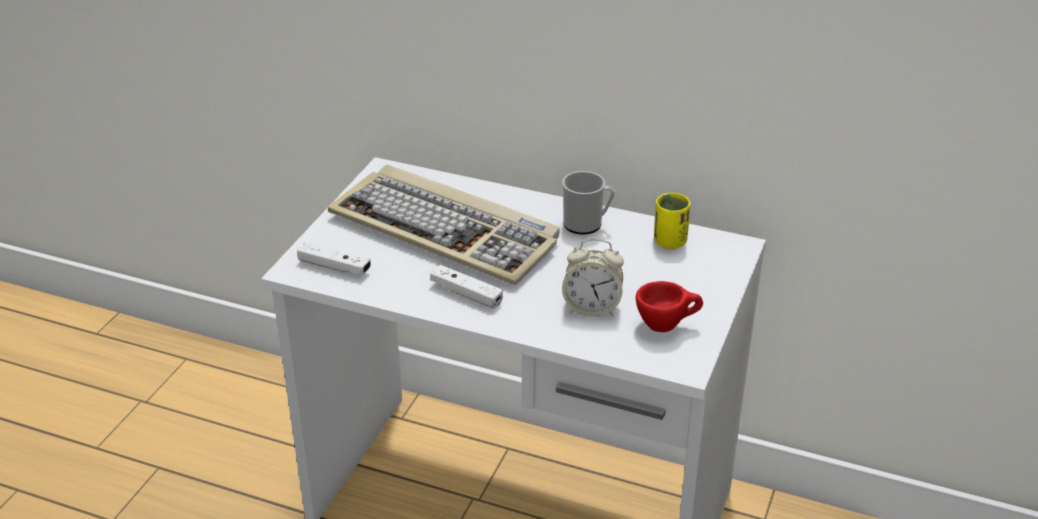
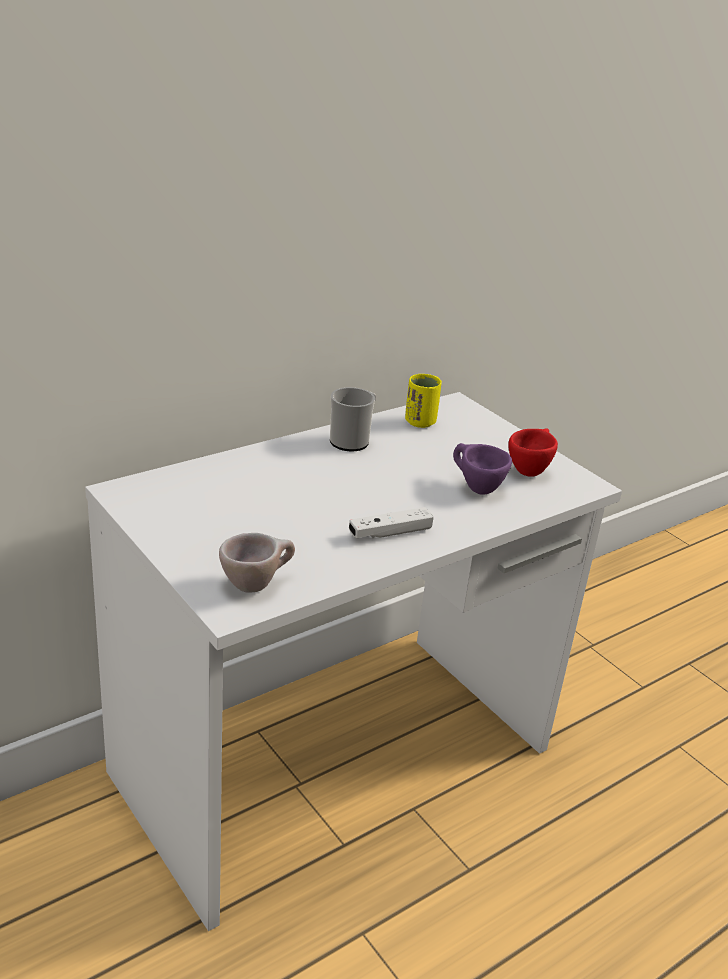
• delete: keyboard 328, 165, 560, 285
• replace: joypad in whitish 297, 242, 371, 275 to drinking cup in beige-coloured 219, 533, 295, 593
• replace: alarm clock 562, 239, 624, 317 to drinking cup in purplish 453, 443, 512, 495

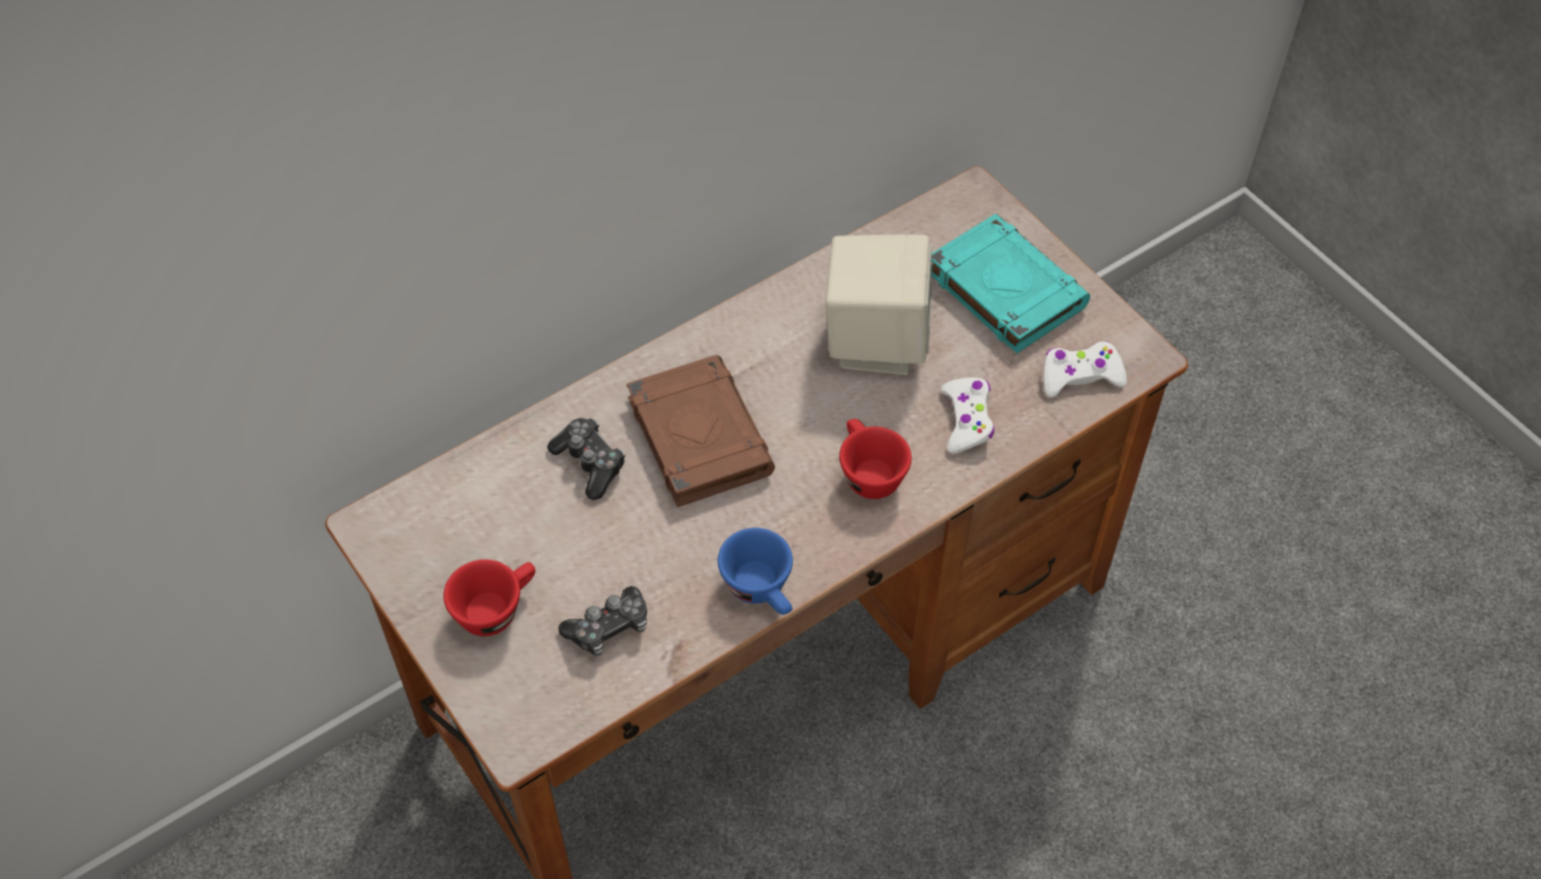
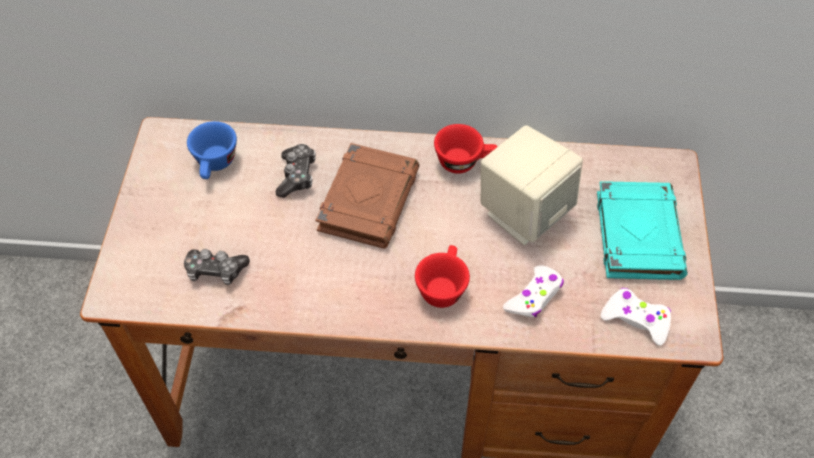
• move: drinking cup in red 444, 559, 535, 636 to 434, 124, 498, 174
• move: drinking cup in blue-coloured 718, 528, 793, 615 to 187, 121, 237, 179

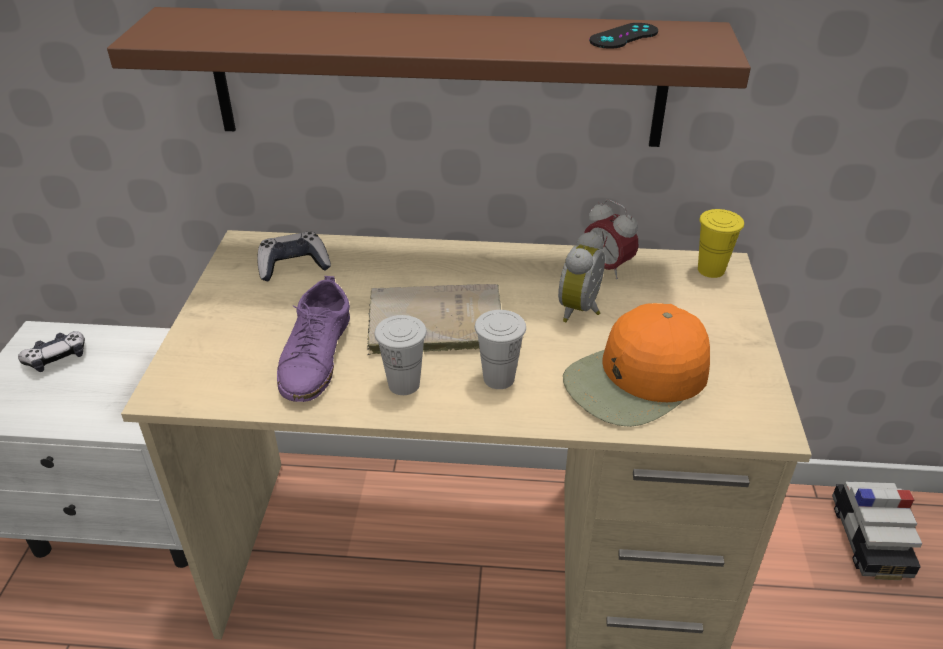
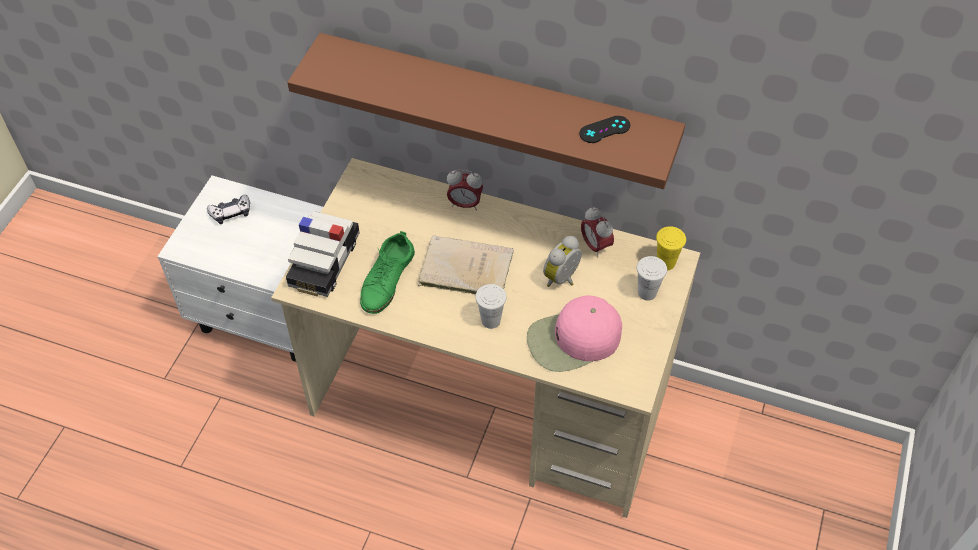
• delete: joypad 257, 232, 331, 281
• insert: alarm clock 447, 170, 483, 211
• move: drinking cup in whitish 374, 315, 427, 395 to 637, 256, 667, 301
• move: toy car 832, 481, 922, 580 to 286, 211, 360, 297
• recolor: item of footwear in purplish 277, 276, 350, 402 to item of footwear in green-coloured 360, 231, 415, 314
• recolor: cap in orange 563, 303, 710, 427 to cap in pinkish 527, 295, 622, 372

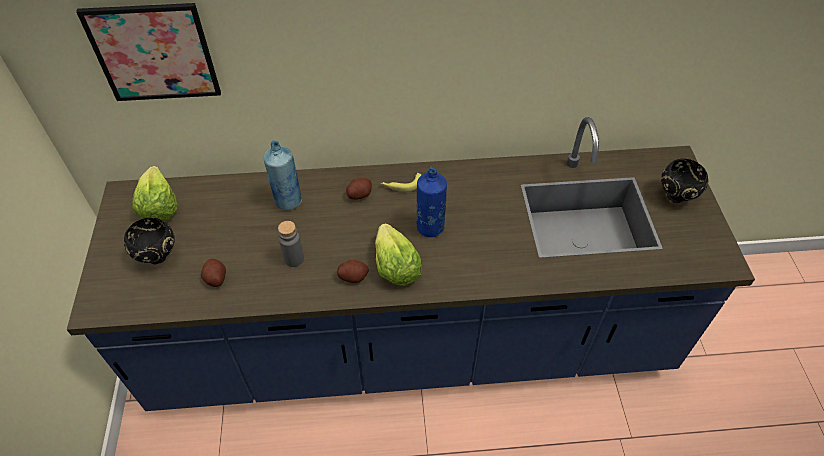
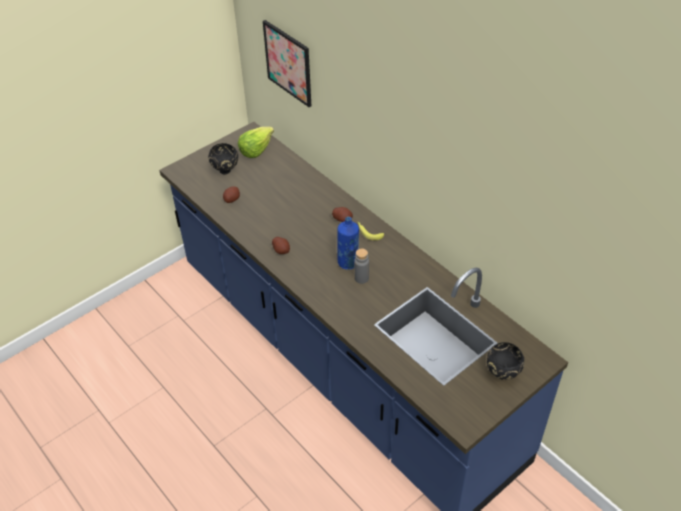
• delete: beverage bottle in blue-coloured 264, 140, 302, 210
• delete: lettuce 375, 223, 422, 286
• move: beverage bottle in grey 278, 221, 304, 267 to 354, 248, 369, 284

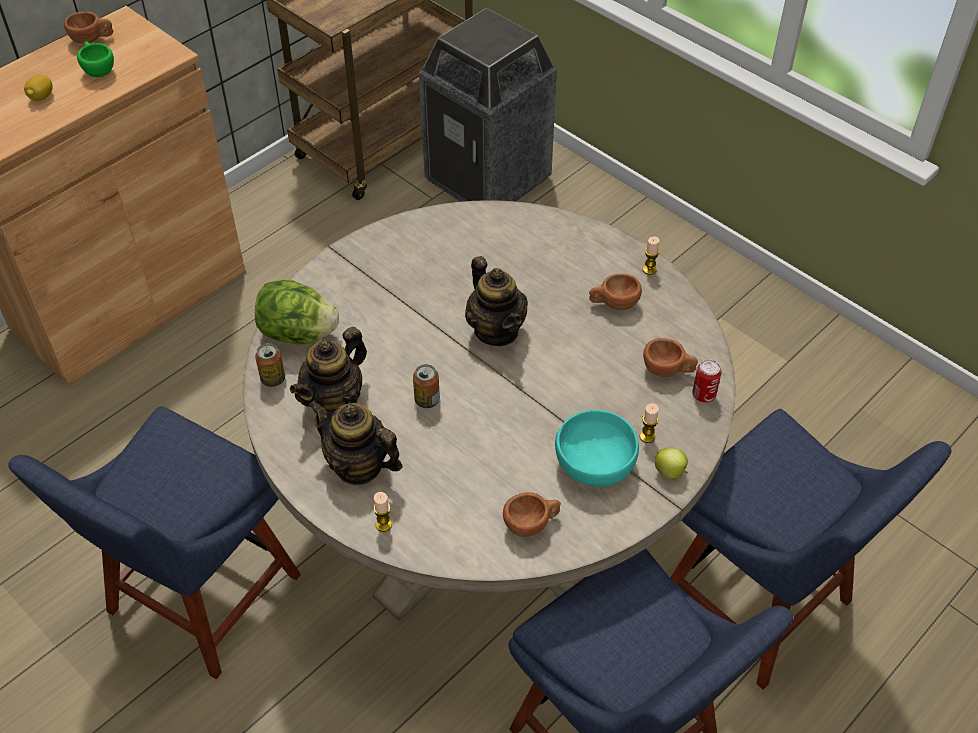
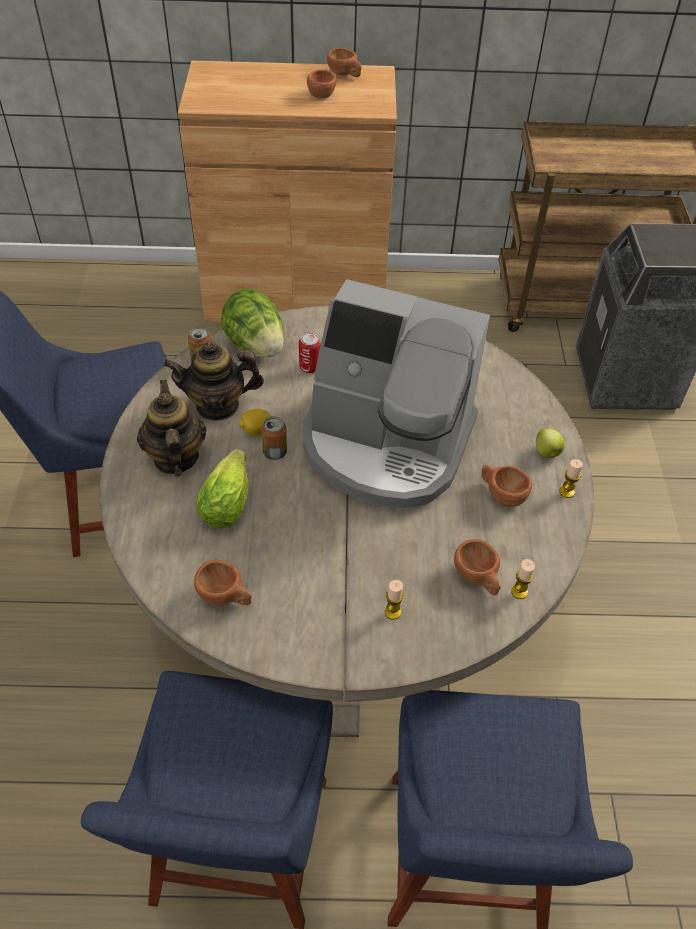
• delete: serving bowl in turquoise-coloured 555, 410, 639, 487
• insert: lettuce 196, 449, 248, 528
• move: citrus fruit 24, 75, 53, 101 to 239, 409, 272, 435
• move: wax candle 373, 492, 392, 532 to 511, 559, 535, 599
• move: whole apple 655, 448, 688, 479 to 536, 428, 565, 458
• move: can 693, 359, 722, 403 to 299, 332, 321, 373
• replace: tea pot 465, 256, 528, 346 to coffee machine 303, 279, 490, 509
• recolor: drinking cup in green-coloured 77, 41, 114, 77 to drinking cup in brown-coloured 307, 68, 337, 99

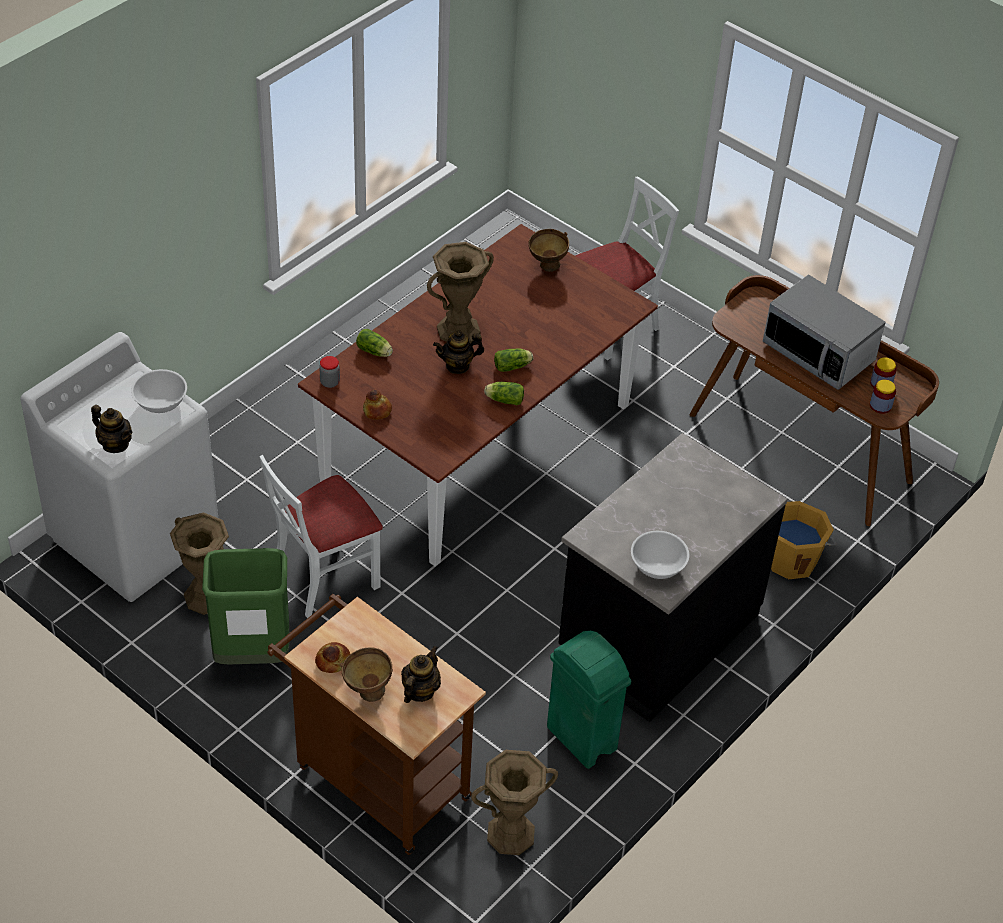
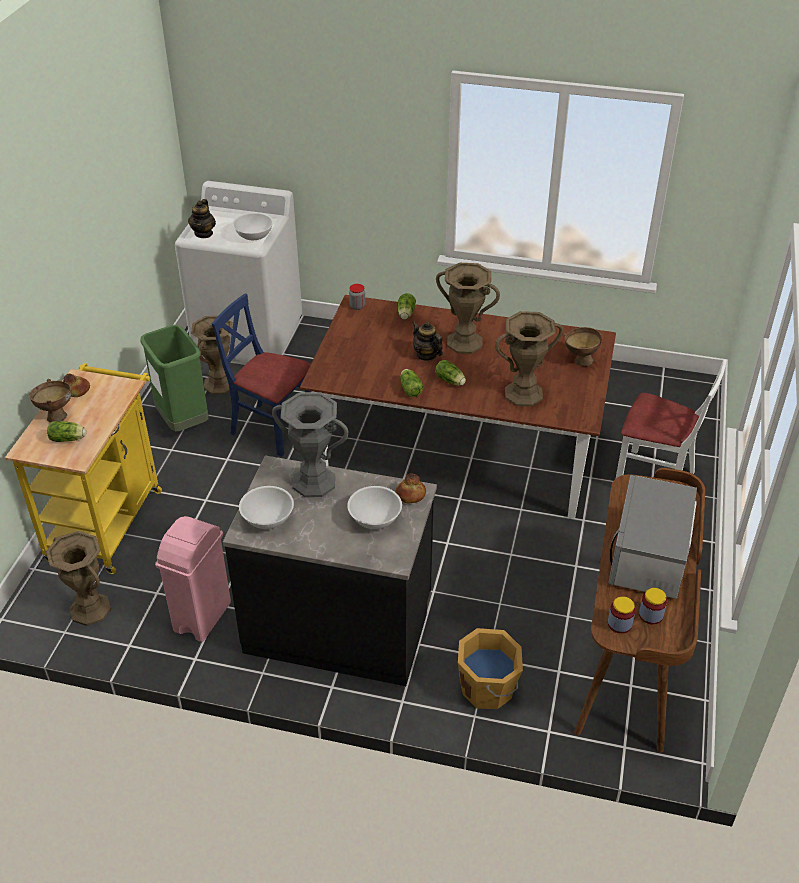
• insert: decorative vase in grey 272, 392, 348, 497
• insert: serving bowl in whitish 347, 486, 402, 529
• insert: decorative vase in brown-coloured 495, 311, 563, 407
• move: bakery bread 363, 390, 392, 420 to 395, 473, 426, 503
• replace: tea pot 401, 646, 441, 703 to lettuce 47, 421, 86, 442
• recolor: plain chair in whitish 259, 455, 383, 618 to plain chair in blue-coloured 212, 294, 311, 457
• recolor: wheeled cart in brown-coloured 267, 594, 486, 855 to wheeled cart in yellow 5, 363, 162, 574
• recolor: trash can in green-coloured 547, 631, 632, 769 to trash can in pinkish 155, 516, 231, 642

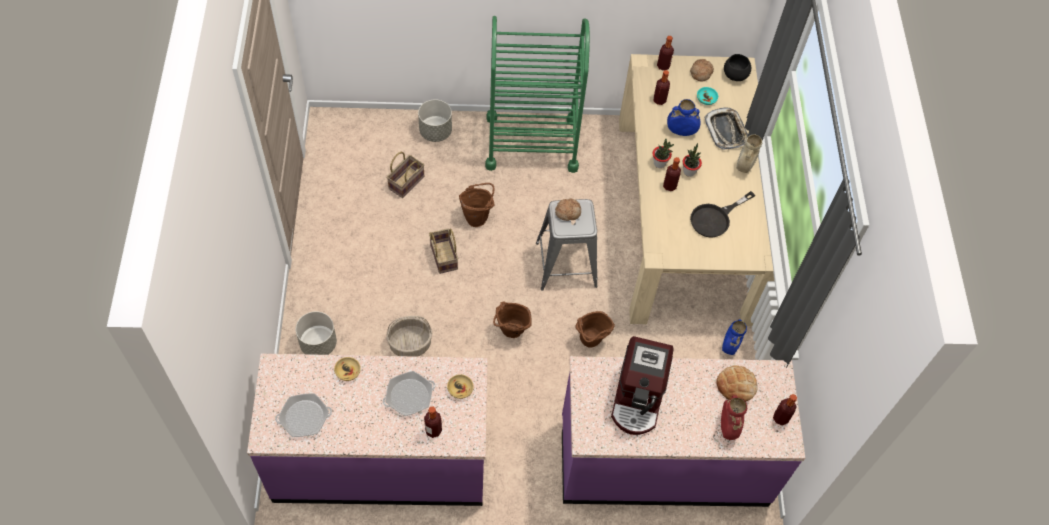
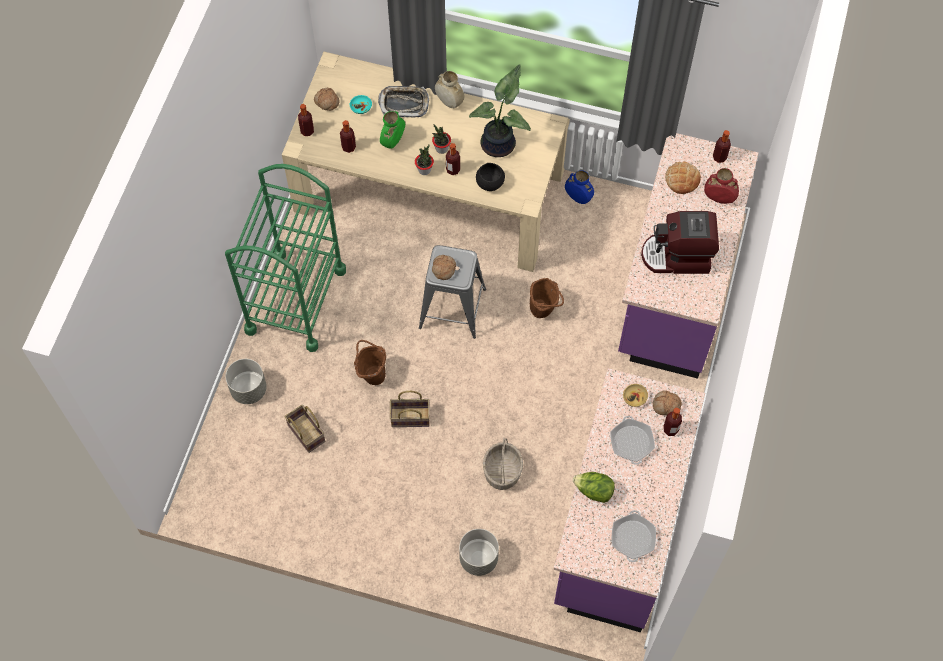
• delete: pail in brown-coloured 493, 302, 532, 338
• insert: bakery bread 653, 390, 682, 415
• move: serving bowl in black-coloured 724, 54, 751, 81 to 476, 163, 505, 191
• replace: serving bowl in beige-coloured 334, 357, 361, 381 to lettuce 573, 472, 615, 503
• replace: pan in black-coloured 690, 191, 755, 238 to houseplant 469, 64, 531, 157
• recolor: decorative vase in blue-coloured 667, 99, 701, 136 to decorative vase in green-coloured 380, 111, 405, 149
• rotate: coffee machine 611, 336, 674, 435 = 641, 211, 719, 274 150 degrees clockwise

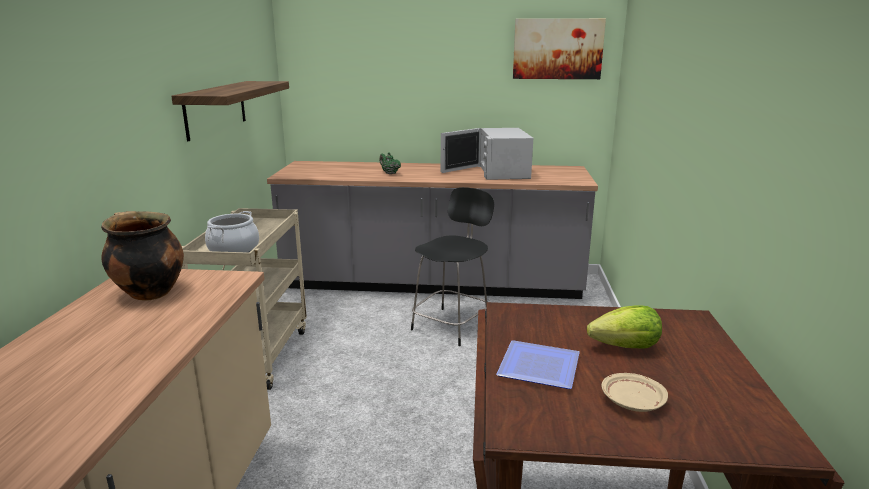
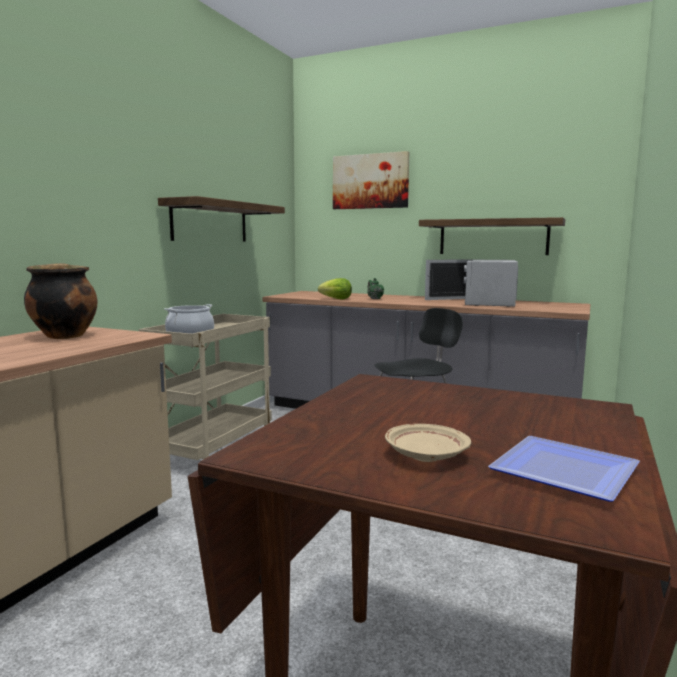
• insert: shelf 419, 217, 565, 255
• move: dinner plate 496, 340, 580, 389 to 488, 436, 640, 502
• move: wall art 513, 18, 606, 79 to 333, 151, 409, 209
• move: lettuce 587, 305, 662, 349 to 318, 278, 352, 299

